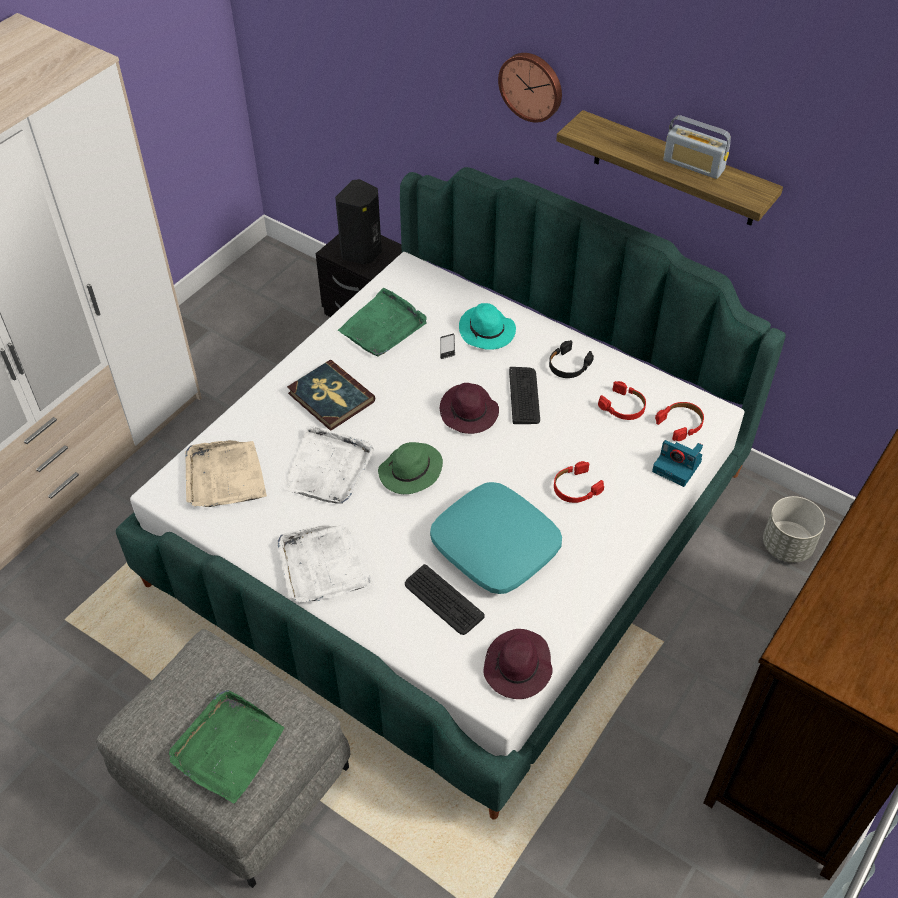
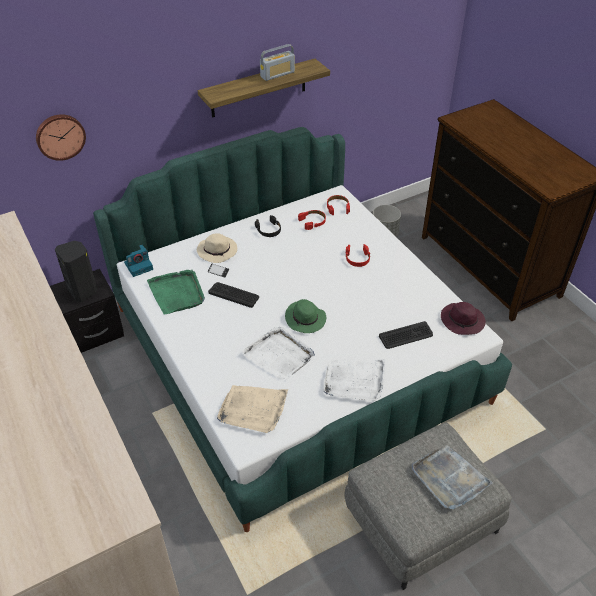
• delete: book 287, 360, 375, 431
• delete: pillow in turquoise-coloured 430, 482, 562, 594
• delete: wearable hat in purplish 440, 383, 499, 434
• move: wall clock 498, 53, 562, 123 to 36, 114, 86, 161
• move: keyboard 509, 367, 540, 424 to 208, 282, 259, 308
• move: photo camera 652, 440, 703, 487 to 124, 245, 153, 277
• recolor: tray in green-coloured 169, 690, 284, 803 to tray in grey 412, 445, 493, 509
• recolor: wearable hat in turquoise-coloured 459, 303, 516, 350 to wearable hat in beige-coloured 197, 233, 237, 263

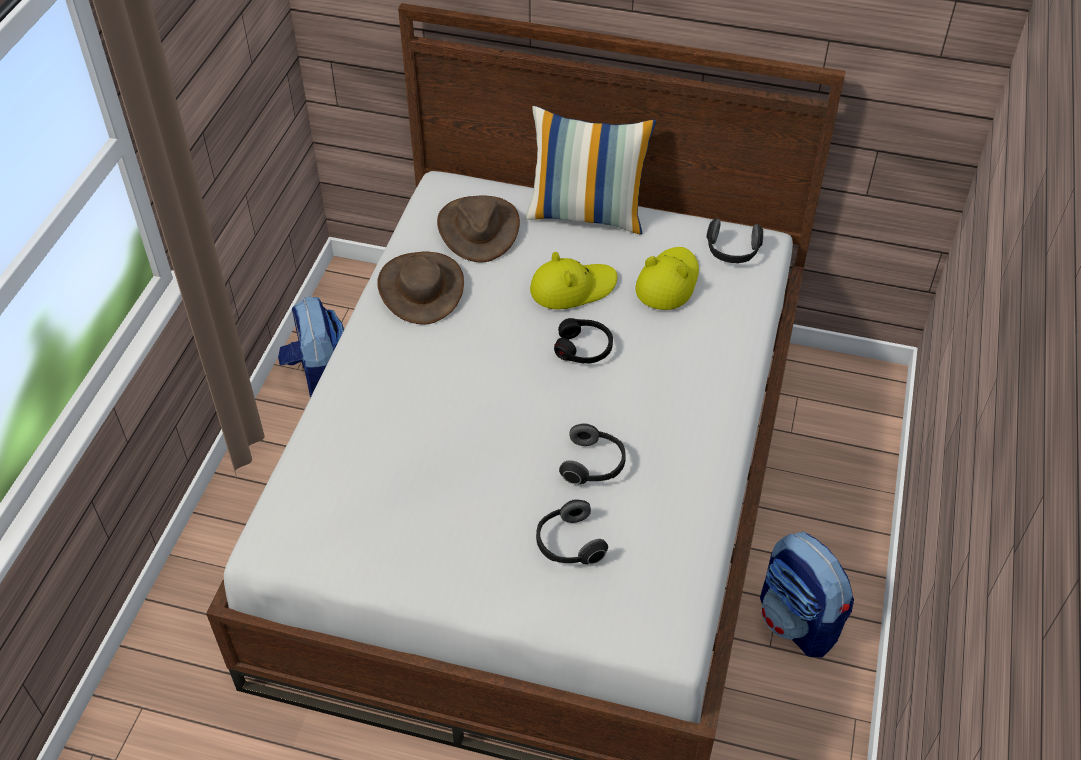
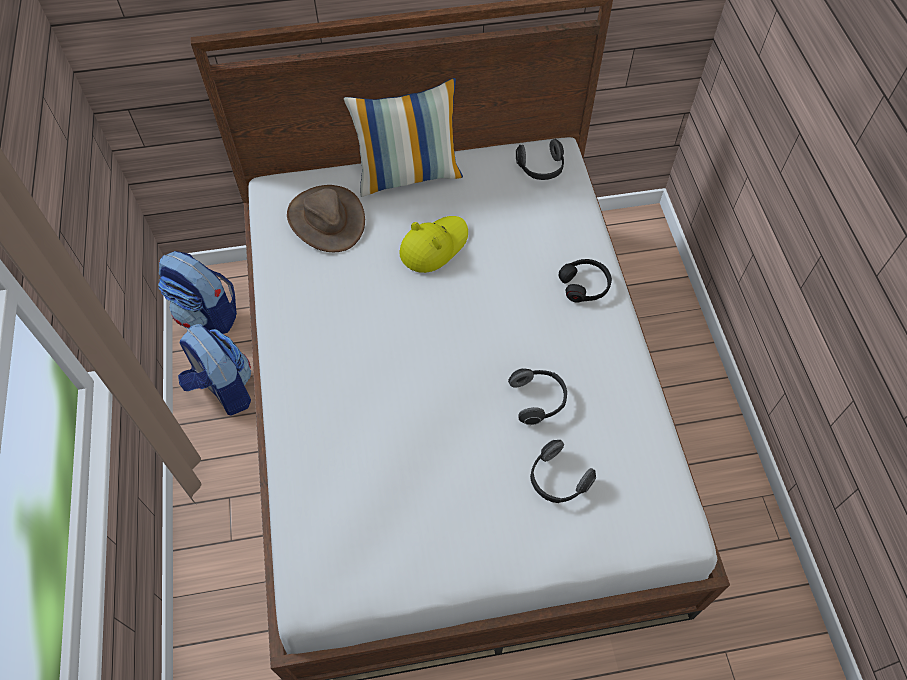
• delete: wearable hat in brown-coloured 377, 251, 464, 325
• delete: wearable hat in yellow 635, 247, 699, 310
• move: headset in black-coloured 554, 318, 613, 364 to 559, 259, 612, 302
• move: rucksack 760, 532, 854, 657 to 158, 251, 237, 334

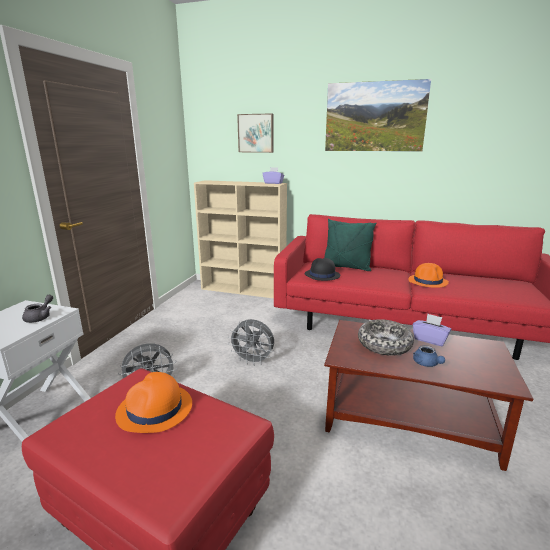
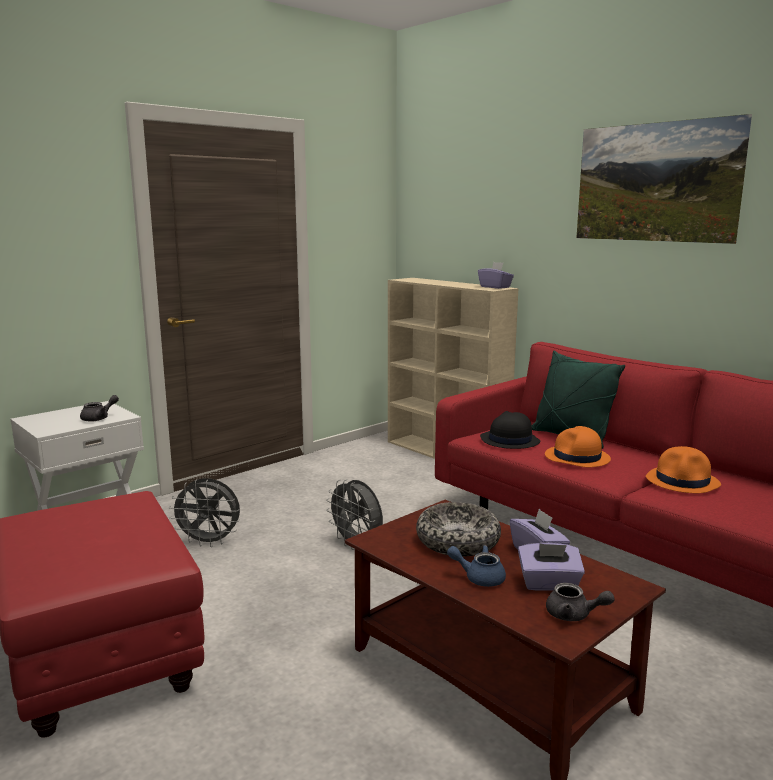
• delete: wall art 237, 113, 273, 153
• insert: box of tissues in purplish 518, 543, 585, 591
• insert: tea pot in grey 546, 583, 615, 621
• move: wearable hat in orange 115, 372, 192, 433 to 545, 426, 611, 467
• rotate: tea pot in blue-coloured 413, 345, 445, 367 = 447, 545, 506, 587 90 degrees clockwise

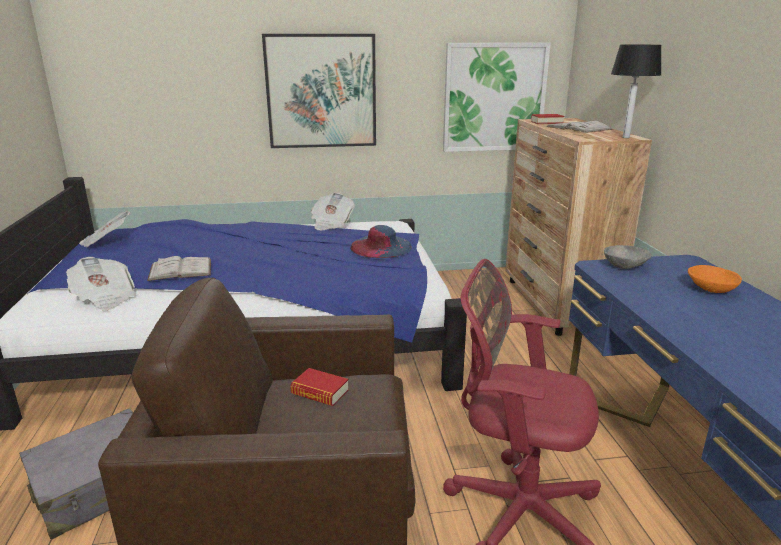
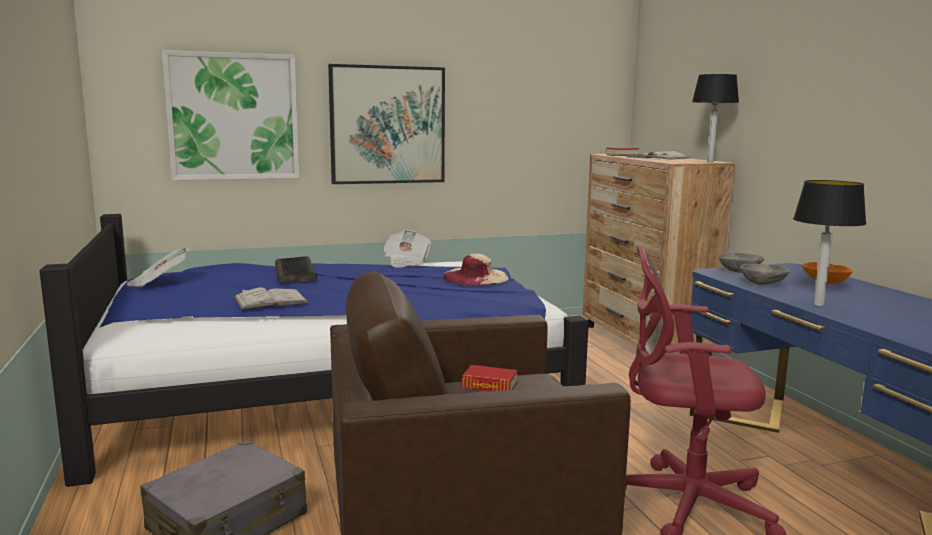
• delete: daily paper 66, 257, 136, 311
• insert: keyboard 275, 256, 317, 282
• insert: serving bowl in grey 740, 264, 790, 285
• insert: lamp for a table 793, 180, 866, 306
• move: wall art 443, 43, 551, 152 to 162, 50, 300, 180
• recolor: wearable hat in blue-coloured 350, 225, 412, 258 to wearable hat in beige-coloured 443, 254, 509, 285

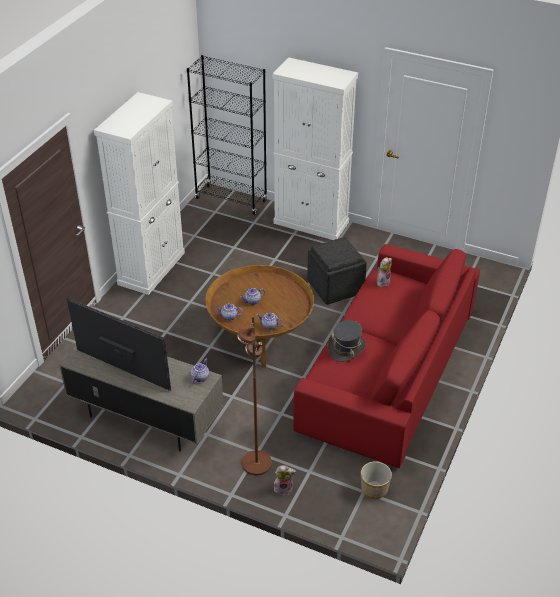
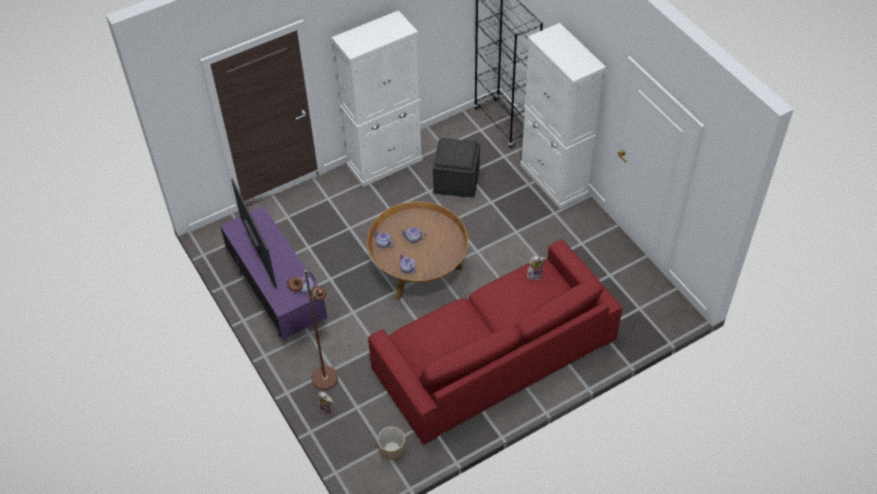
• delete: wearable hat in grey 328, 320, 366, 362
• move: ottoman in grey 307, 237, 367, 305 to 433, 138, 480, 198
• recolor: tv unit in grey 59, 346, 224, 451 to tv unit in purplish 220, 206, 327, 340

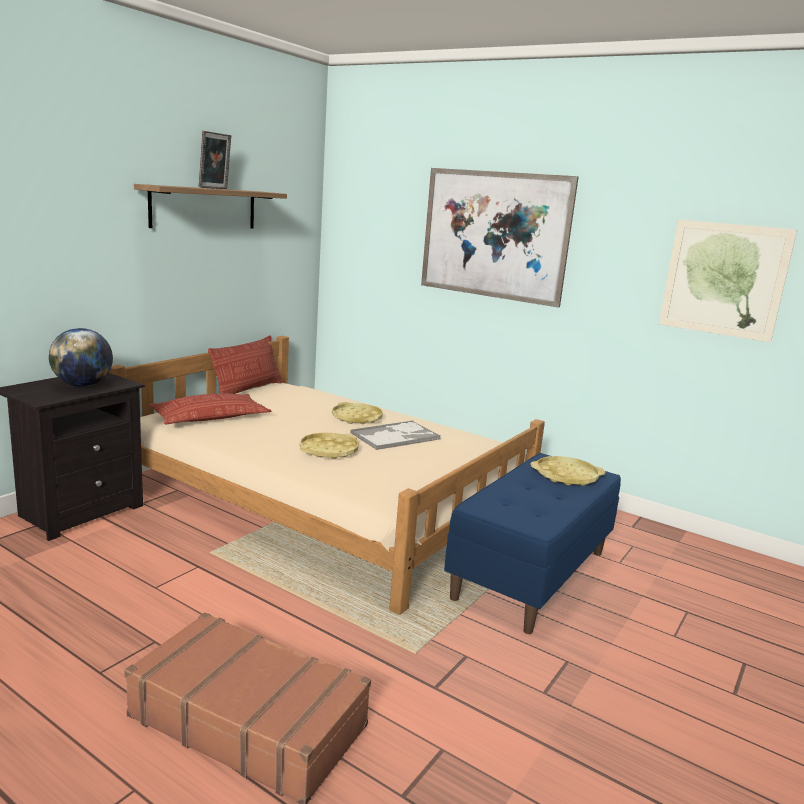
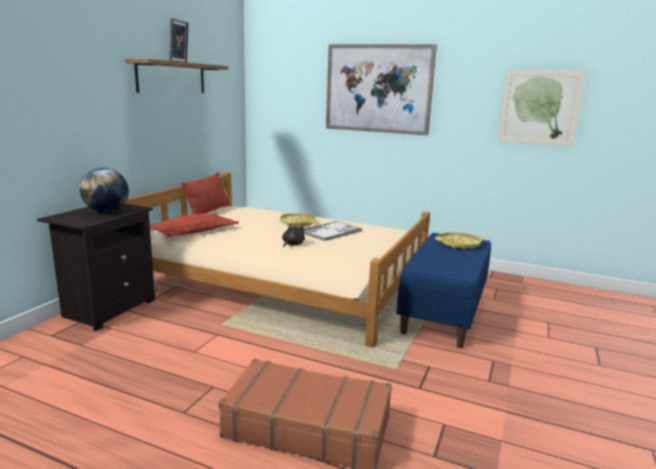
• replace: tray in yellow 299, 433, 359, 459 to cuddly toy in black-coloured 282, 223, 305, 248

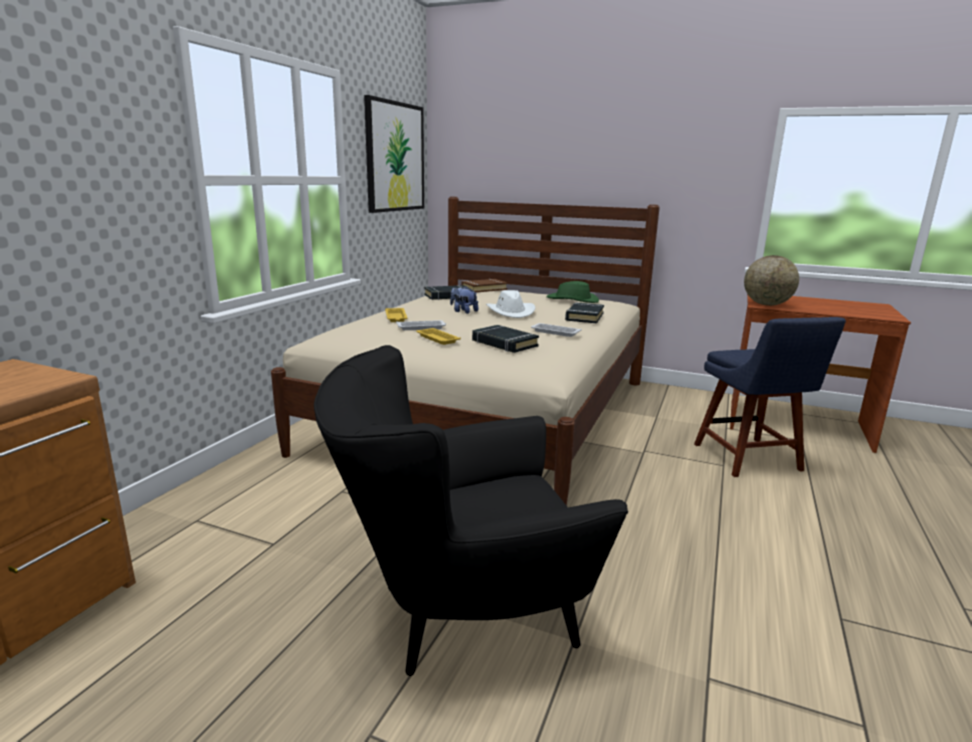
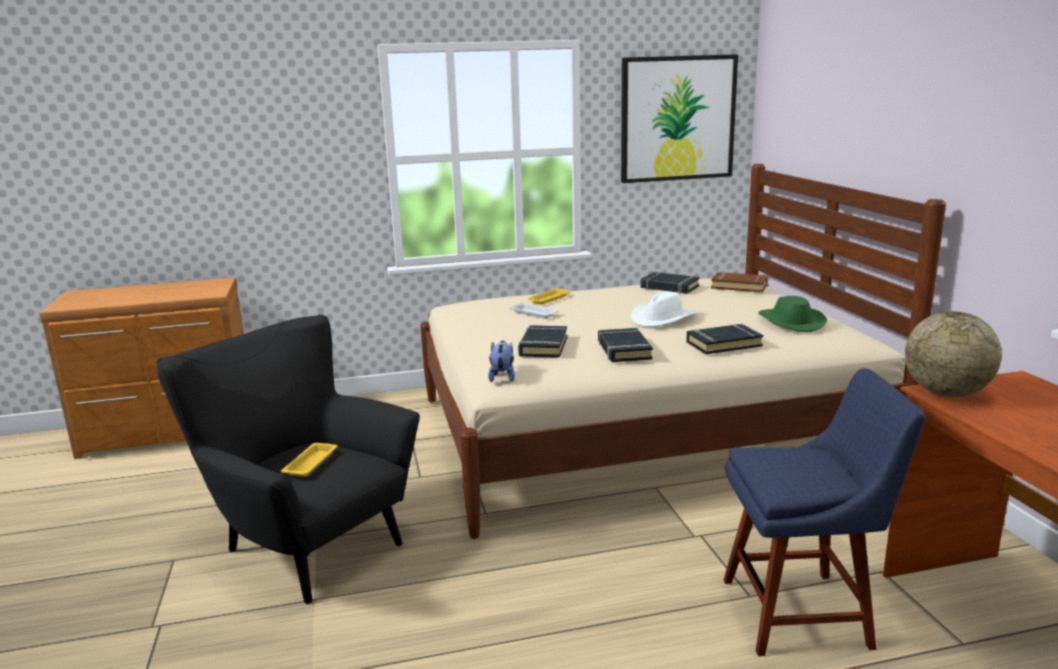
• move: tray in yellow 416, 328, 461, 345 to 281, 443, 338, 477
• move: cuddly toy 450, 286, 479, 314 to 488, 340, 515, 382
• replace: tray in whitish 531, 323, 582, 337 to book in black-coloured 598, 328, 653, 362
• rotate: plain chair in blue-coloured 694, 317, 846, 477 = 723, 368, 925, 656 135 degrees counterclockwise

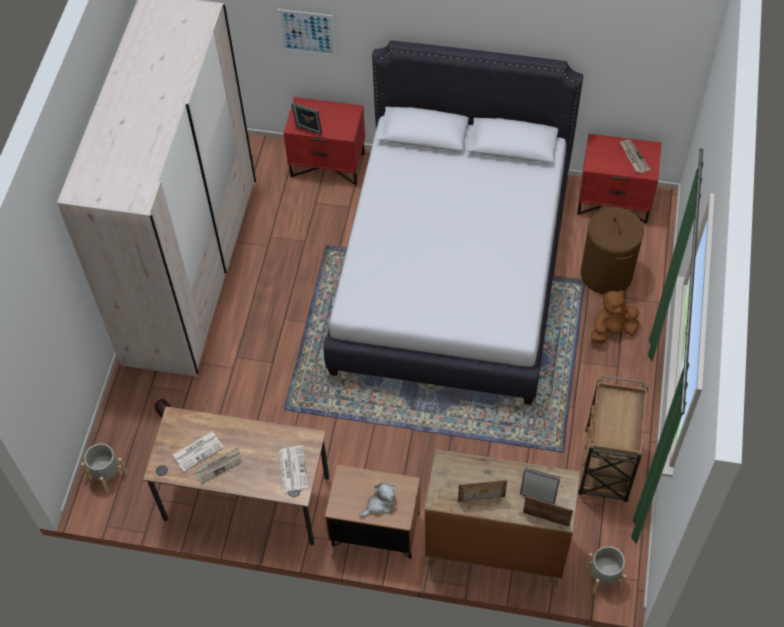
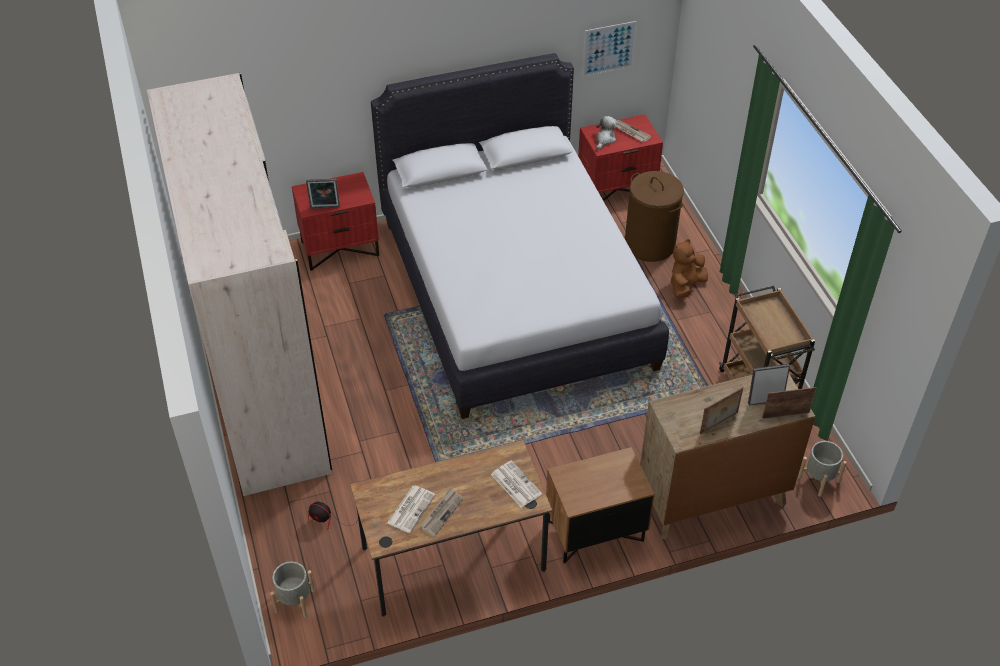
• move: wall art 277, 9, 336, 56 to 582, 21, 637, 77
• move: cuddly toy 359, 482, 396, 517 to 596, 116, 617, 150

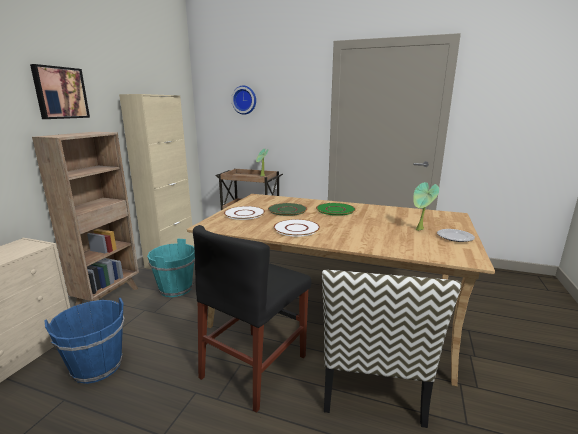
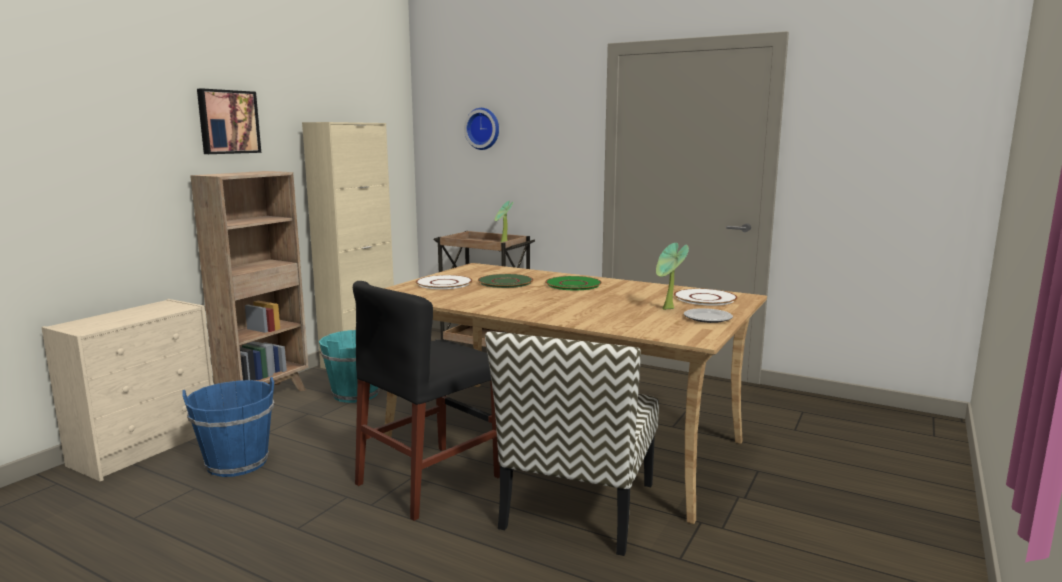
• move: dinner plate in whitish 274, 219, 320, 237 to 674, 288, 737, 306

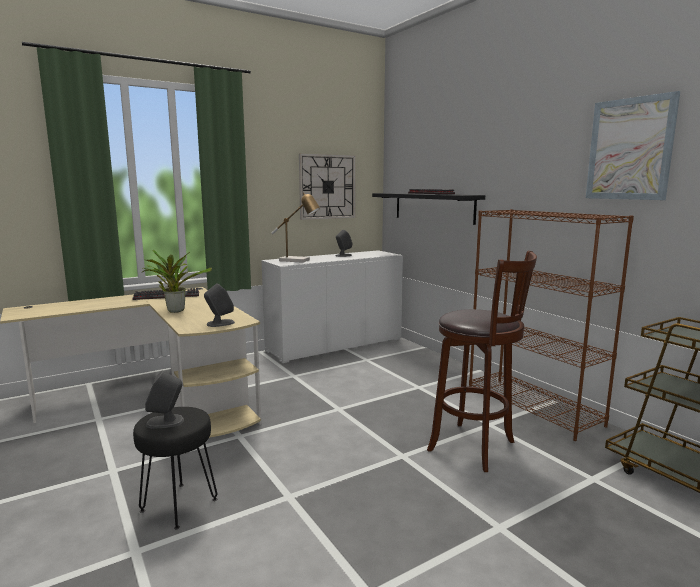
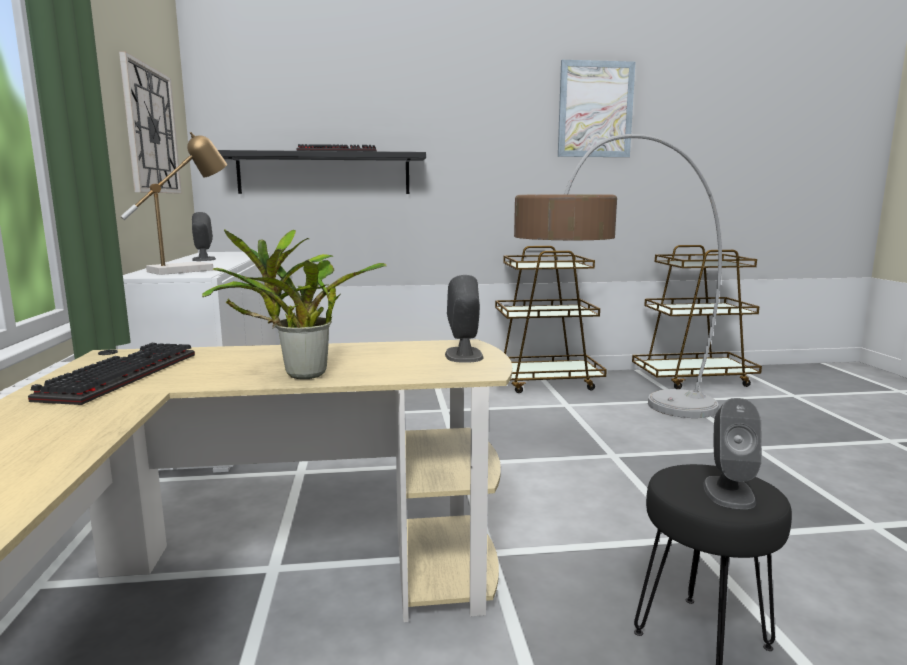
• replace: stool in brown-coloured 427, 251, 537, 472 to floor lamp 514, 134, 722, 418
• replace: bookcase in brown-coloured 469, 209, 634, 441 to wheeled cart in brown-coloured 495, 246, 607, 393

